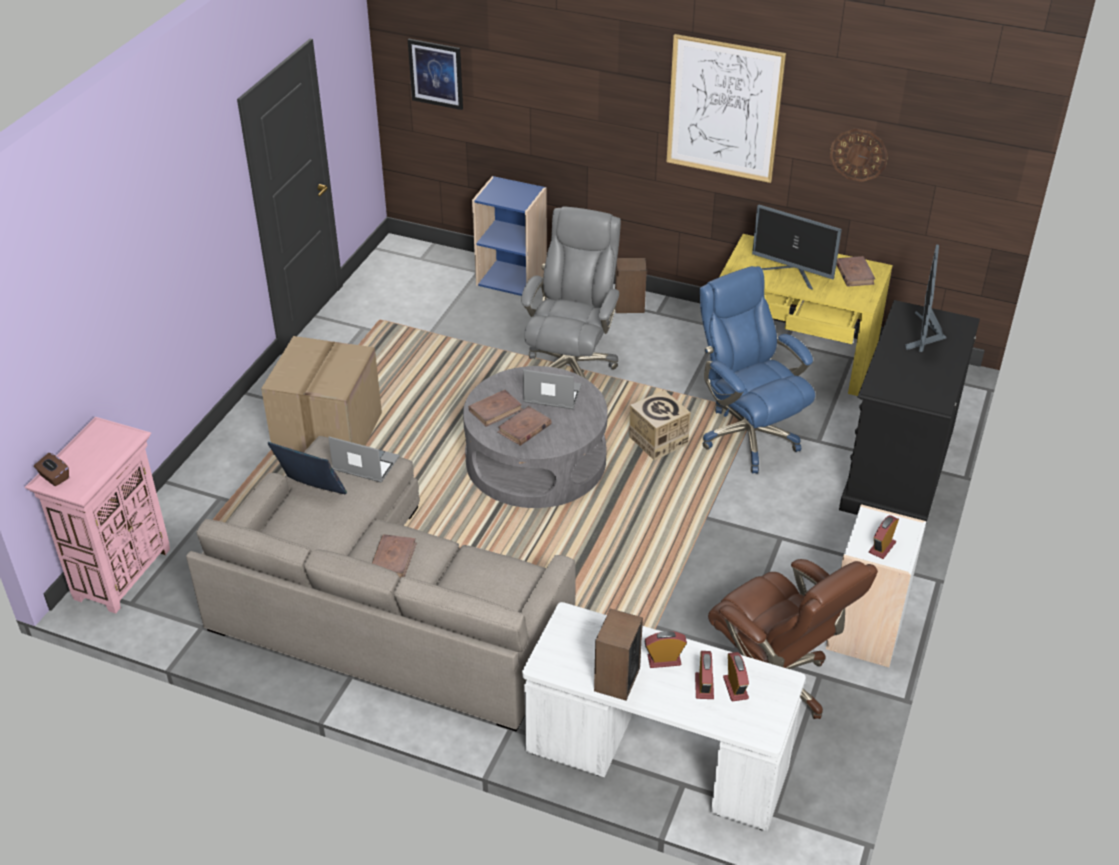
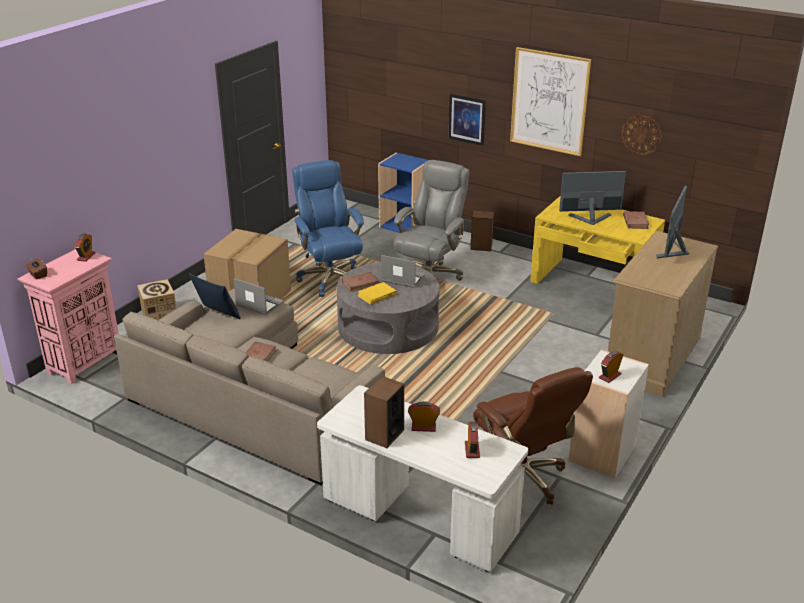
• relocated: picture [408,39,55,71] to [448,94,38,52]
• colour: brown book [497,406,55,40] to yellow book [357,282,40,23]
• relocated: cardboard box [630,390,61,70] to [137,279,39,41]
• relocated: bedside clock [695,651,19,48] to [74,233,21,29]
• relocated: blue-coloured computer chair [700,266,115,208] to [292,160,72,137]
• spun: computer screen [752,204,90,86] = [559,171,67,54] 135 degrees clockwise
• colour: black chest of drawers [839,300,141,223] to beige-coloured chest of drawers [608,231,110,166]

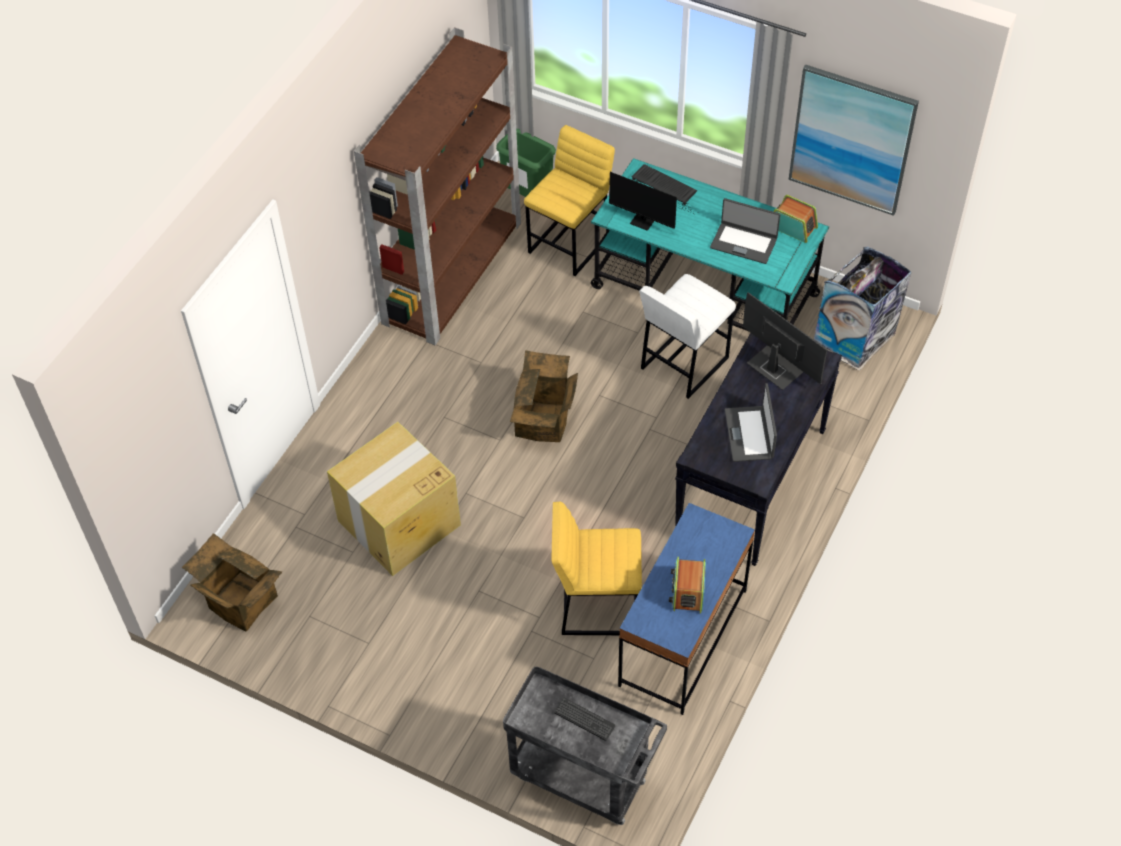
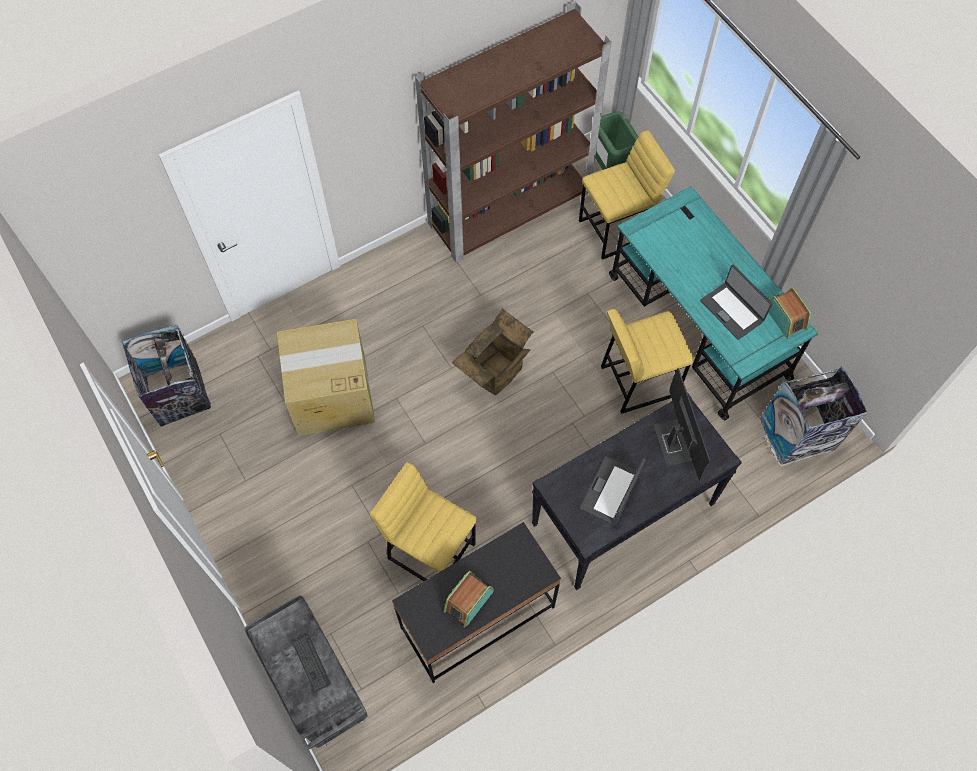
• exchanged: cardboard box [182,533,100,98] to rubbish bin [122,325,89,101]
• missing: computer screen [609,172,87,59]
• colour: blue-coloured desk [618,503,137,212] to black desk [392,522,169,161]
• missing: keyboard [631,164,67,41]
• colour: whitish chair [639,274,97,125] to yellow chair [601,309,92,105]
• missing: picture [788,64,131,152]

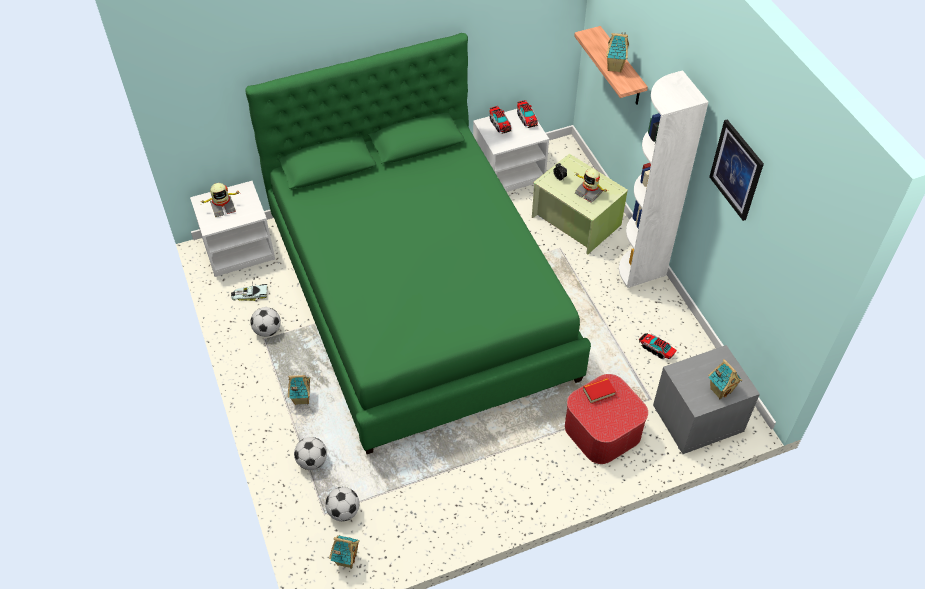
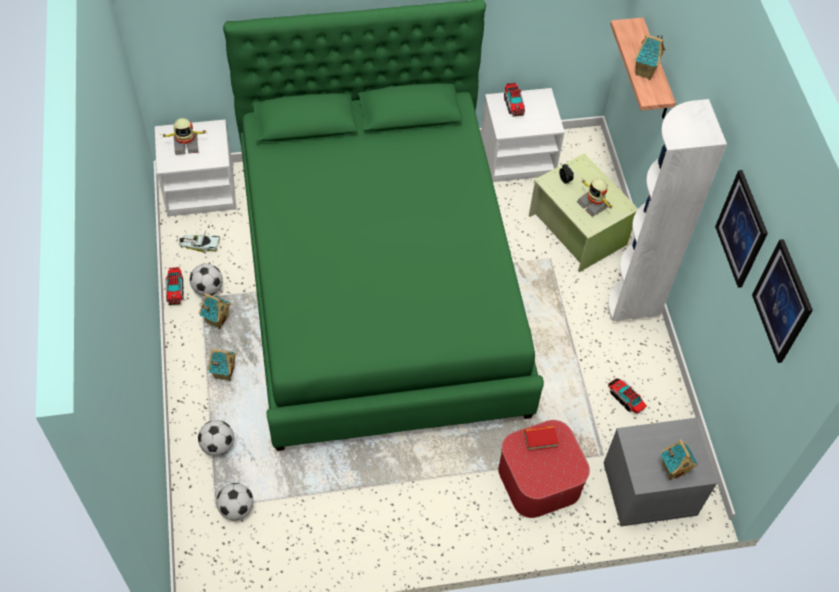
• relocated: toy house [329,536,31,33] to [199,293,32,36]
• relocated: toy lorry [517,100,21,28] to [166,267,18,38]
• appeared: picture [752,239,61,124]

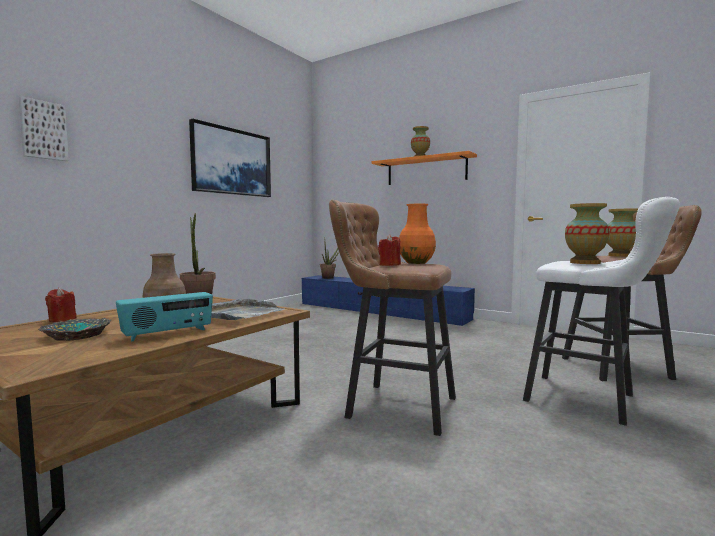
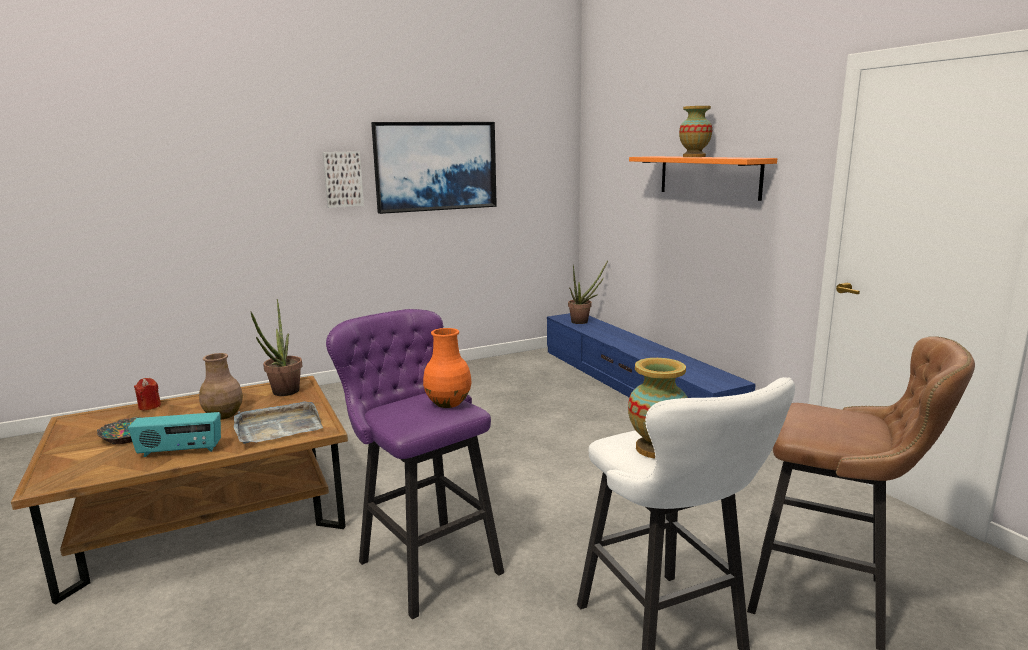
• relocated: picture [19,96,50,65] to [323,151,41,57]
• colour: brown stool [329,199,127,237] to purple stool [326,309,178,311]
• missing: red-coloured wax light [378,234,23,32]
• missing: decorative vase [607,209,31,48]

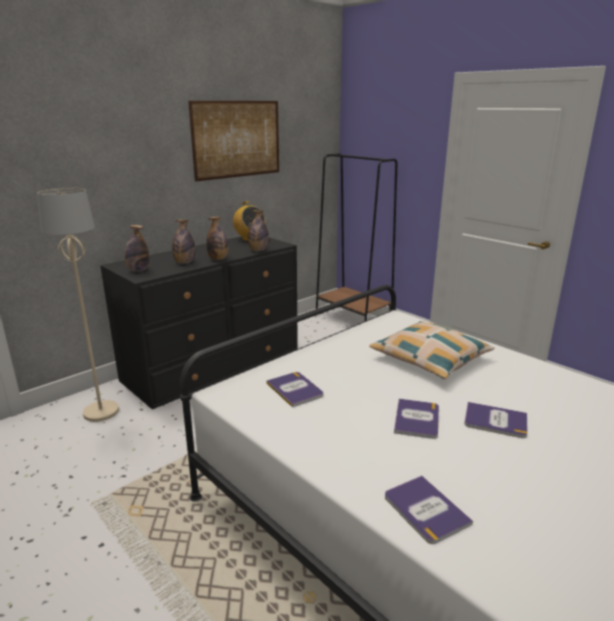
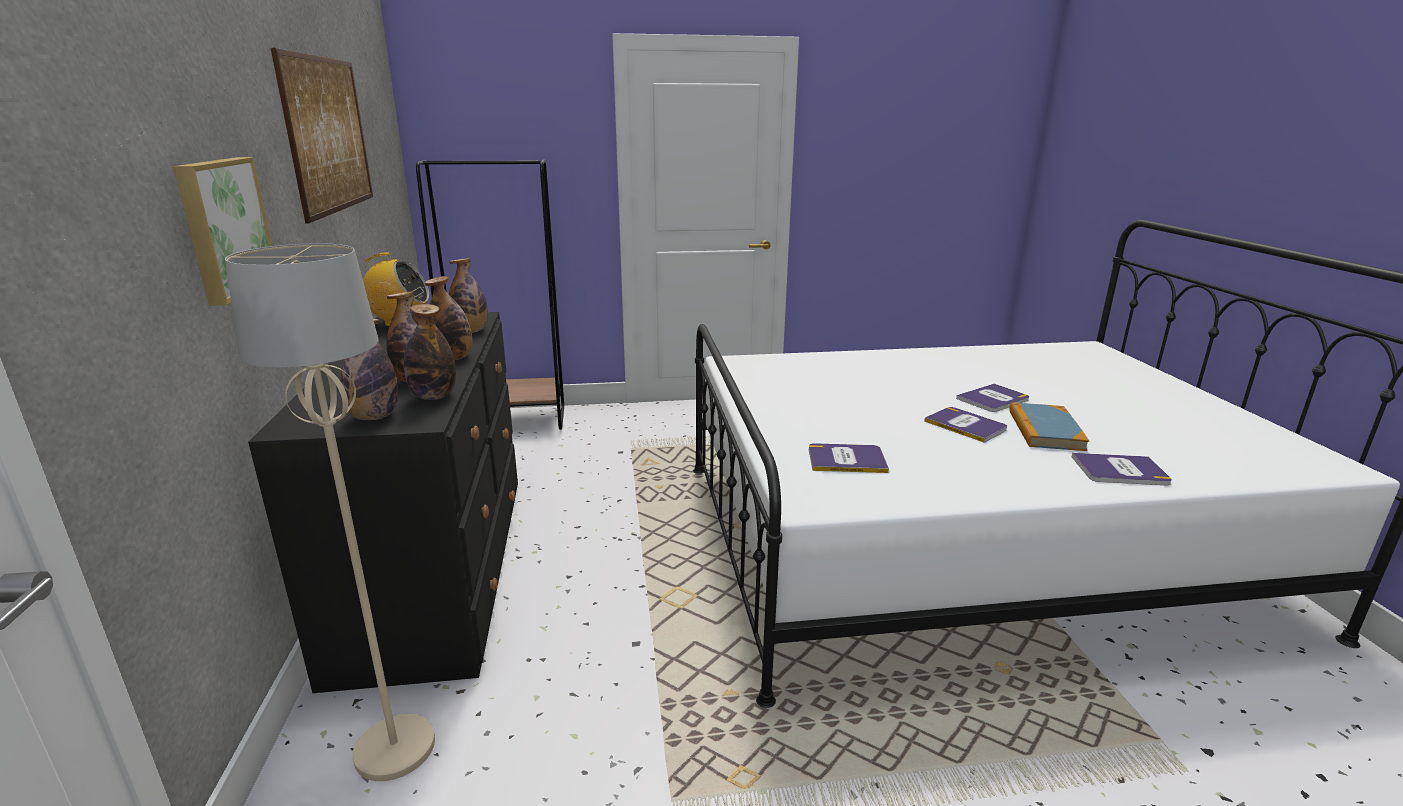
• missing: throw pillow [369,321,125,58]
• appeared: picture [173,157,99,149]
• appeared: bottle [404,304,52,96]
• appeared: book [1009,402,80,49]

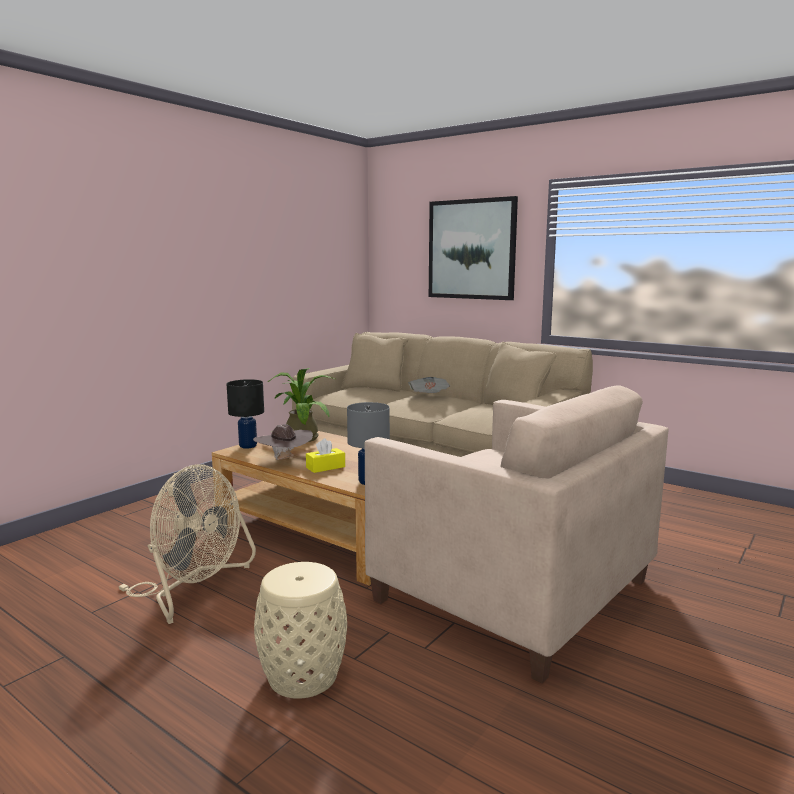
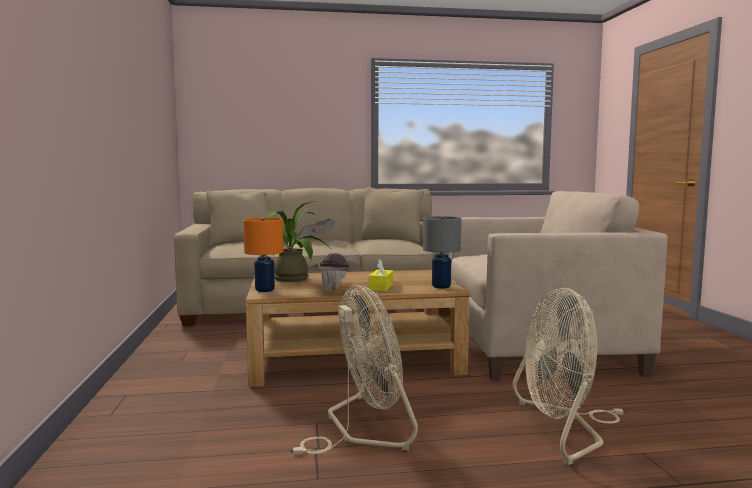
• colour: black tabletop lamp [227,379,37,70] to orange tabletop lamp [243,217,41,75]
• exchanged: beige-coloured stool [254,562,93,137] to beige-coloured fan [513,288,113,177]
• missing: picture [429,196,89,104]

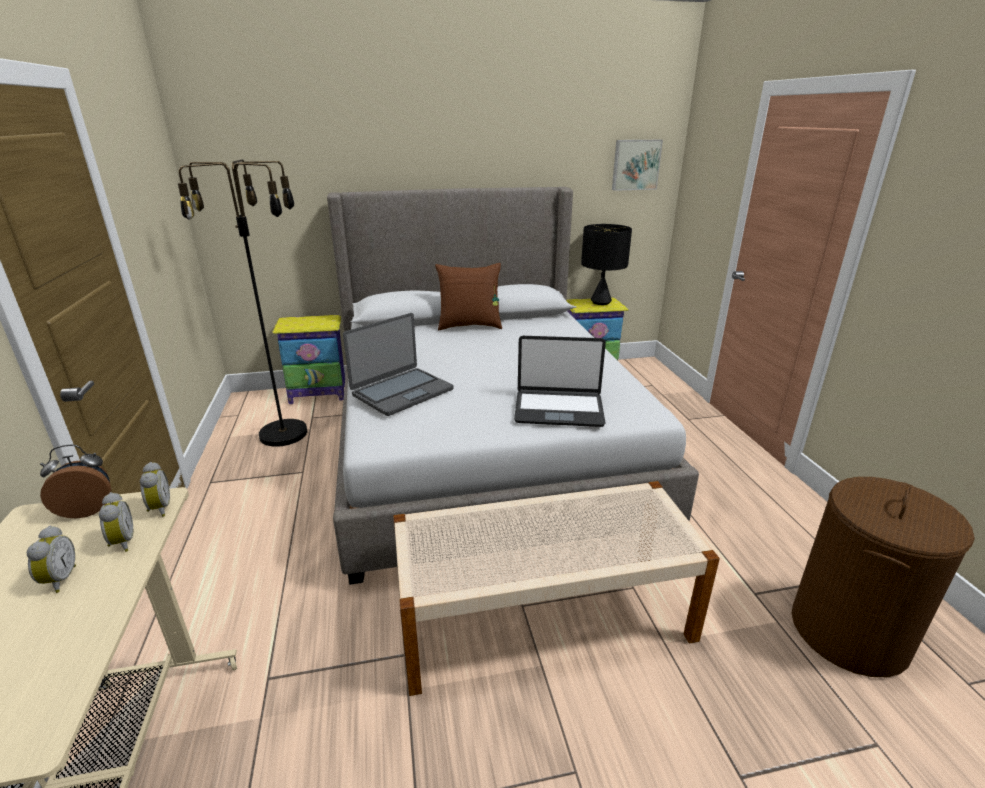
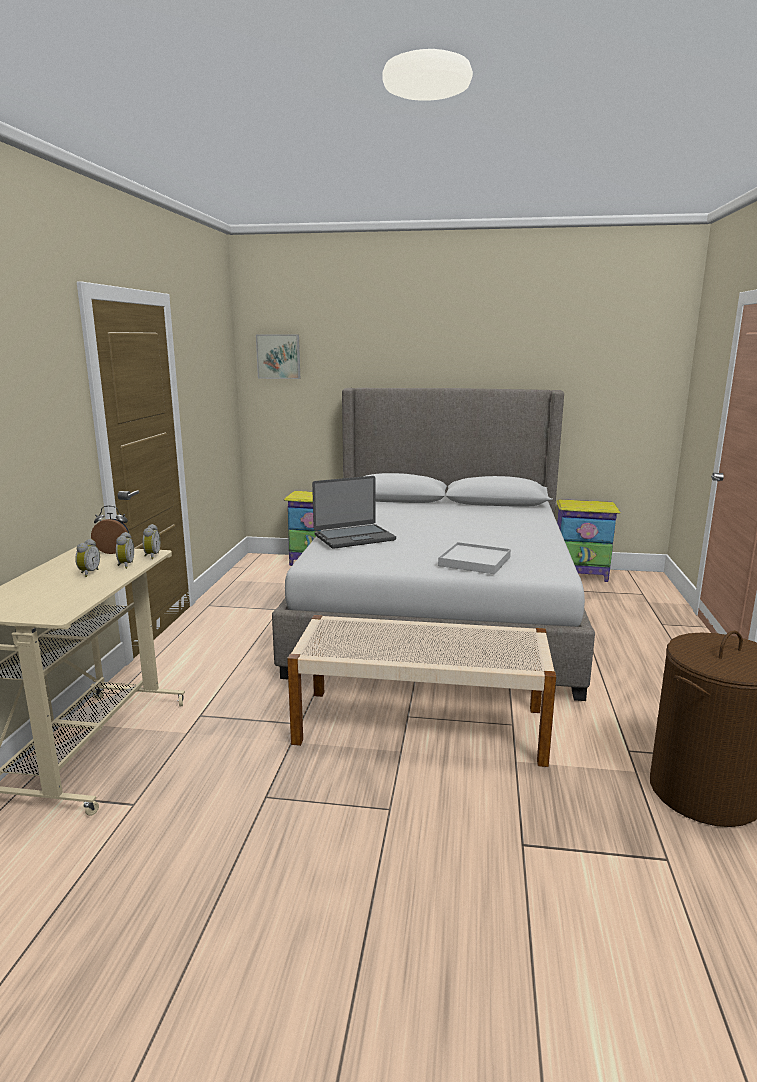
• missing: floor lamp [178,159,129,288]
• missing: brown throw pillow [435,263,67,67]
• exchanged: portable computer [514,336,92,91] to whitish serving tray [438,542,73,32]
• missing: black tabletop lamp [581,224,51,81]
• relocated: picture [612,140,51,51] to [256,334,44,45]

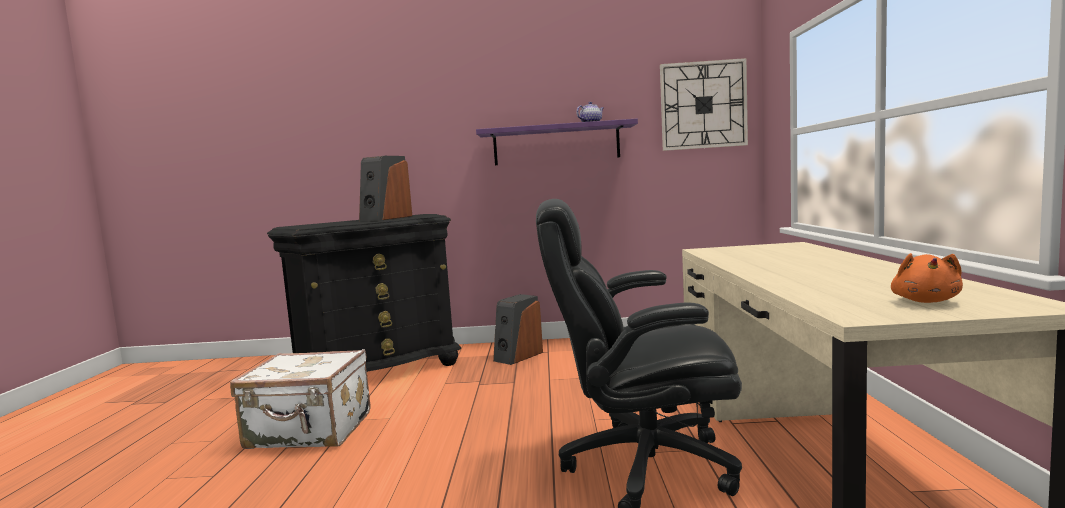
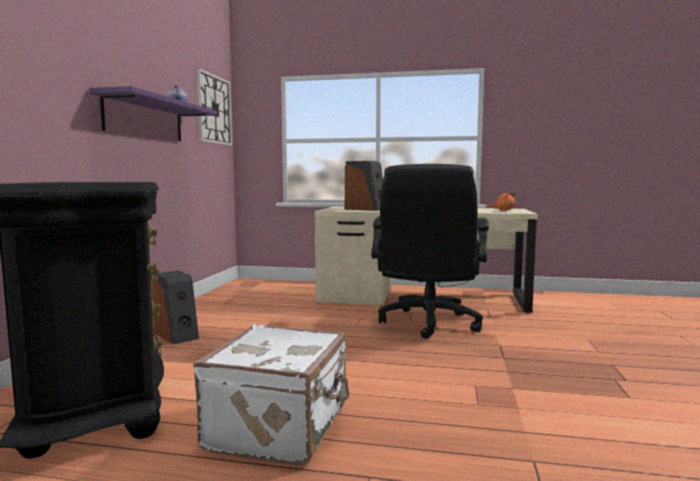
• relocated: speaker [359,156,53,65] to [345,161,38,50]

